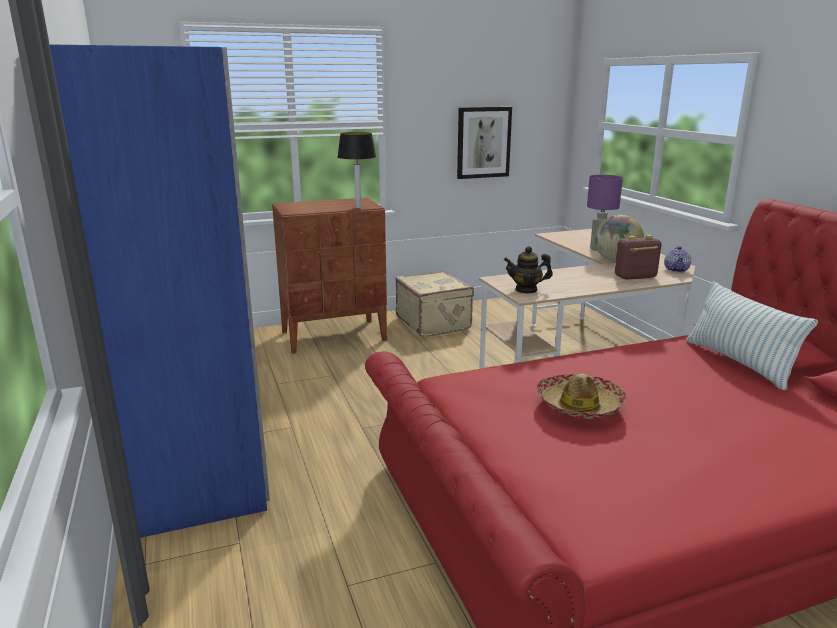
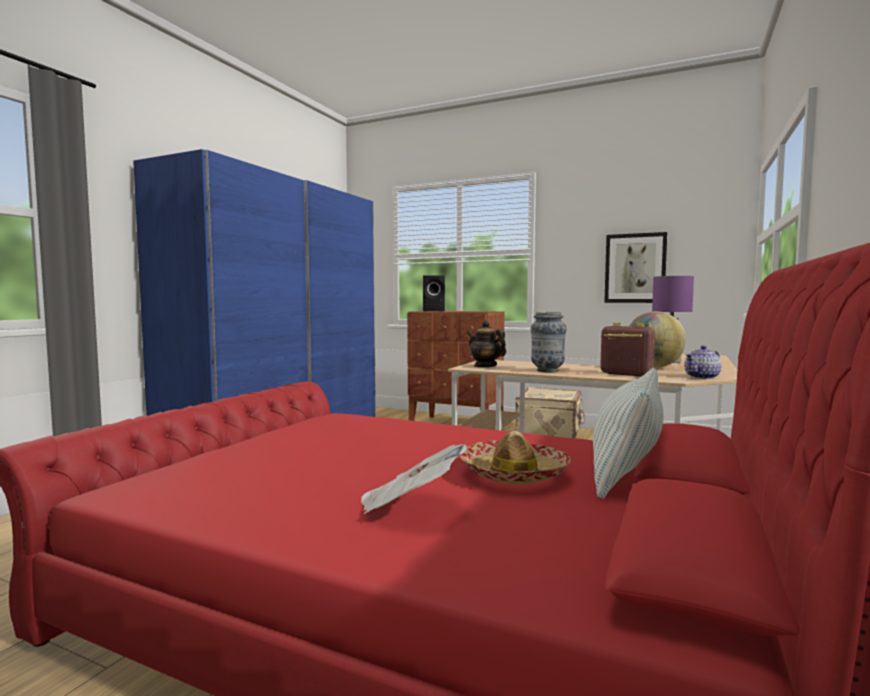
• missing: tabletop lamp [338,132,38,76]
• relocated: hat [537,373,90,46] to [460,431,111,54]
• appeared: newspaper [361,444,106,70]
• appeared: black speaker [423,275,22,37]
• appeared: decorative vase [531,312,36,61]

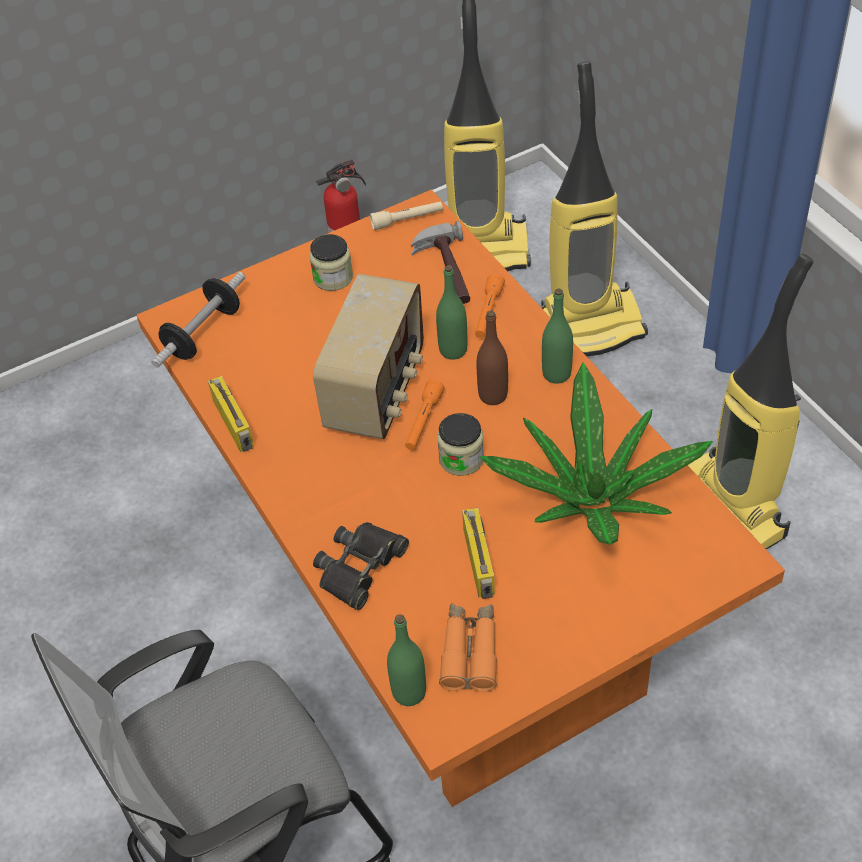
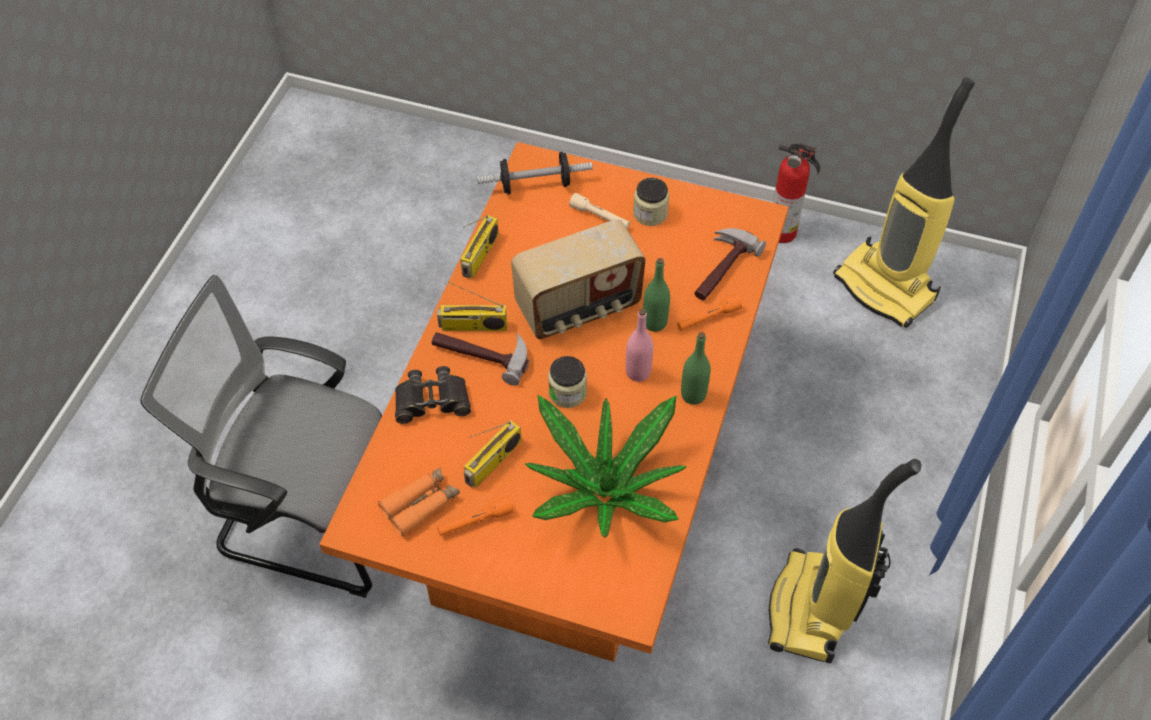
• relocated: beige-coloured flashlight [370,201,73,29] to [569,193,61,36]
• missing: green bottle [387,614,39,92]
• relocated: orange flashlight [405,379,40,71] to [437,496,76,40]
• colour: brown bottle [477,310,31,95] to pink-coloured bottle [626,309,27,73]
• missing: vacuum [541,61,107,295]
• appeared: hammer [432,332,97,54]
• appeared: radio set [437,282,70,49]

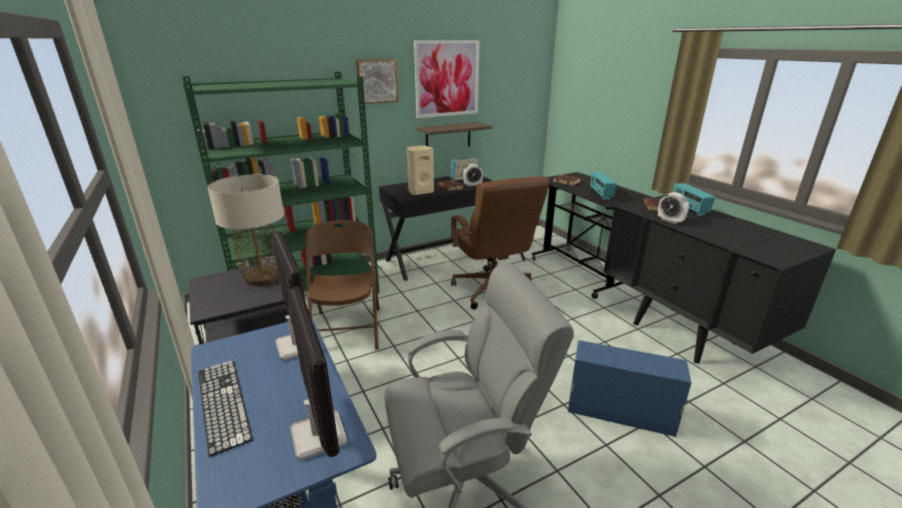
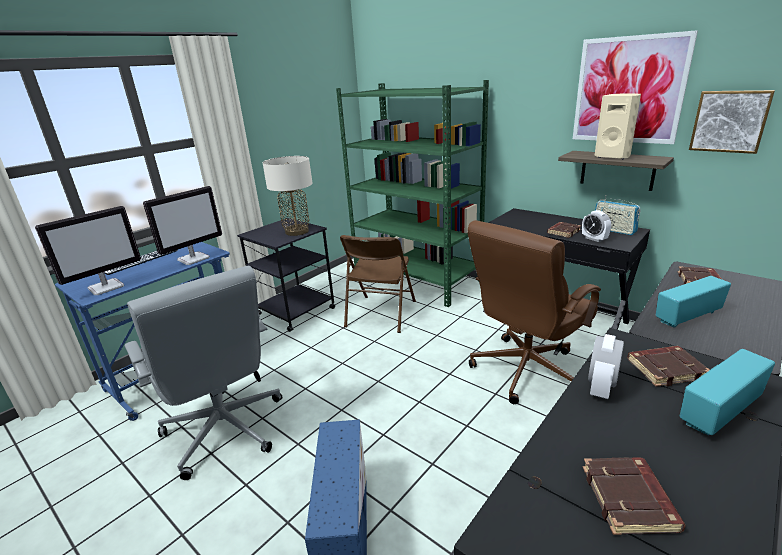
• spun: brown chair [305,220,75,130] = [340,235,76,98] 135 degrees clockwise
• relocated: picture [356,59,43,45] to [689,90,86,64]
• relocated: beige-coloured speaker [407,146,27,49] to [594,93,47,66]
• appeared: brown book [583,457,103,78]

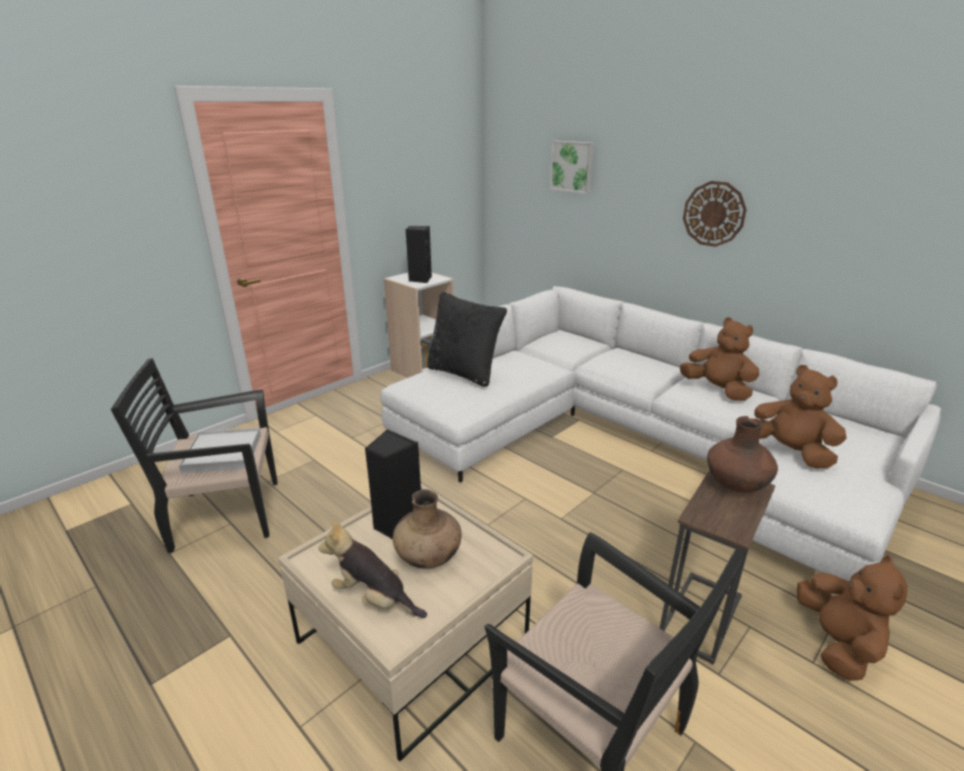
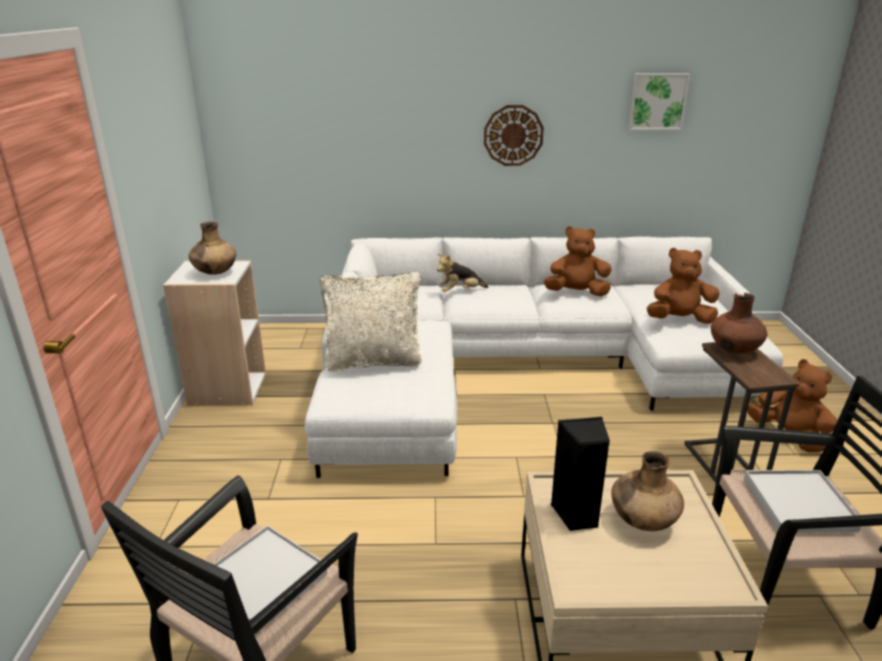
• relocated: cuddly toy [318,520,109,98] to [437,254,51,38]
• exchanged: black speaker [406,226,26,57] to brown decorative vase [189,222,47,53]
• colour: black throw pillow [427,292,80,96] to beige-coloured throw pillow [320,271,102,101]
• relocated: picture [550,141,44,53] to [628,73,62,57]
• appeared: whitish serving tray [744,470,118,63]

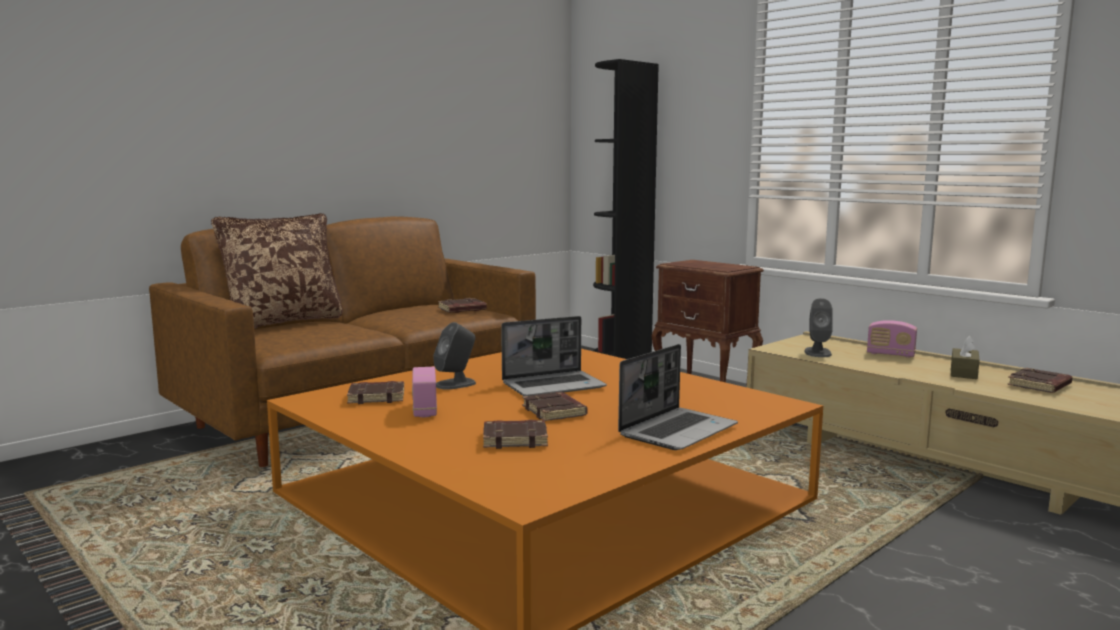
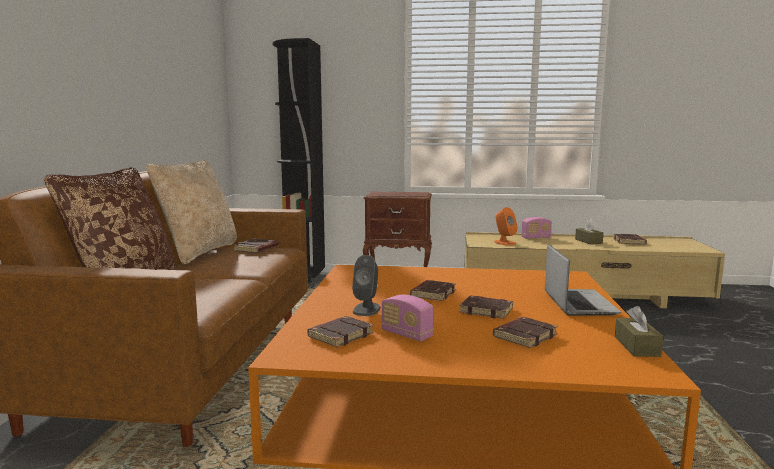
• exchanged: portable computer [501,316,106,80] to brown book [410,280,46,21]
• colour: greyish speaker [805,298,28,59] to orange speaker [494,207,24,39]
• appeared: beige-coloured throw pillow [146,159,91,105]
• appeared: brown box of tissues [615,306,48,51]

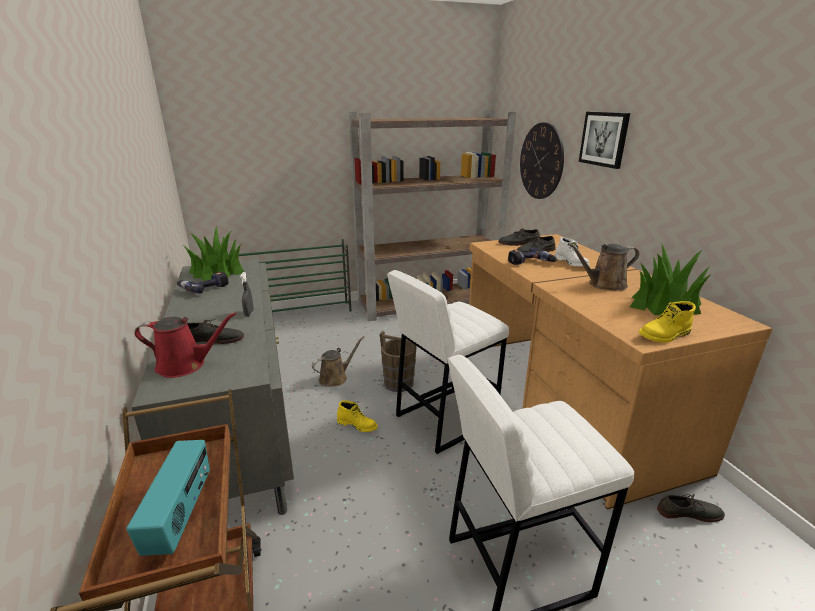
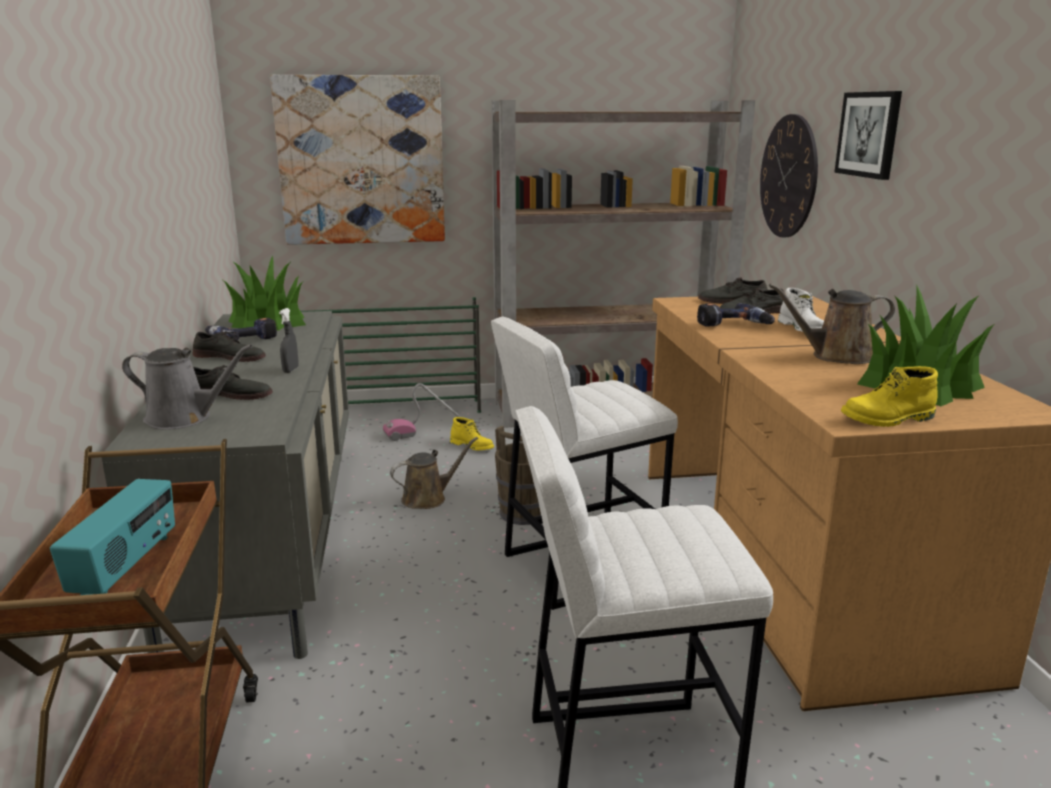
• colour: red-coloured watering can [134,312,103,66] to greyish watering can [122,344,131,86]
• relocated: yellow boot [337,400,41,32] to [450,417,44,33]
• relocated: greyish shoe [657,494,68,28] to [193,331,73,31]
• appeared: picture [270,75,175,170]
• appeared: vacuum [383,383,78,58]

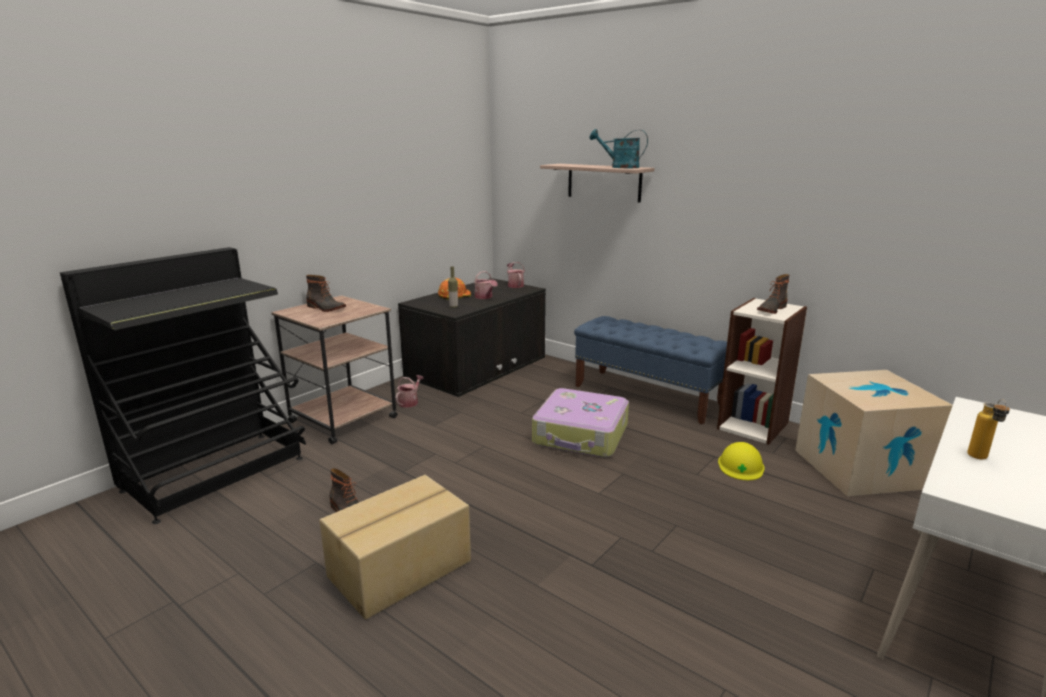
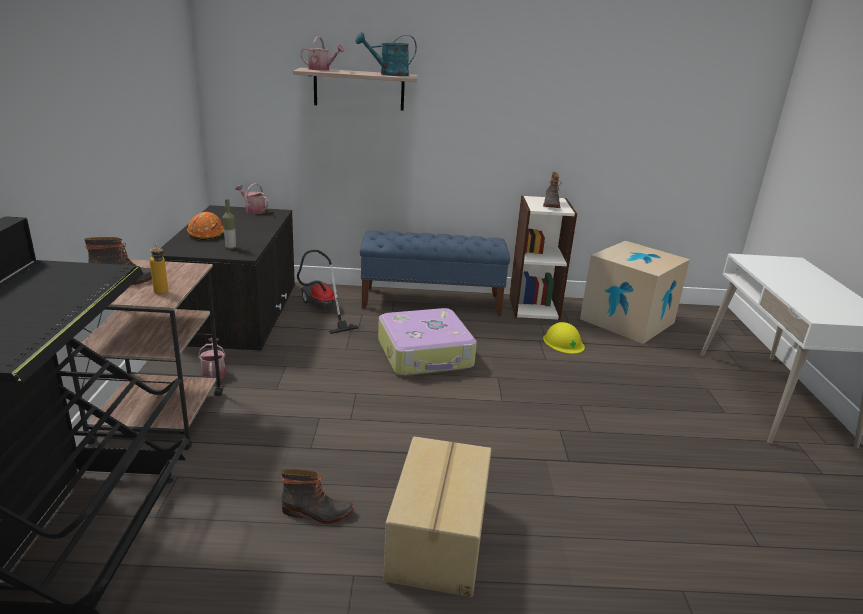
• relocated: watering can [474,271,24,28] to [300,37,45,33]
• relocated: bottle [967,399,43,60] to [149,244,19,50]
• appeared: vacuum [297,250,62,84]

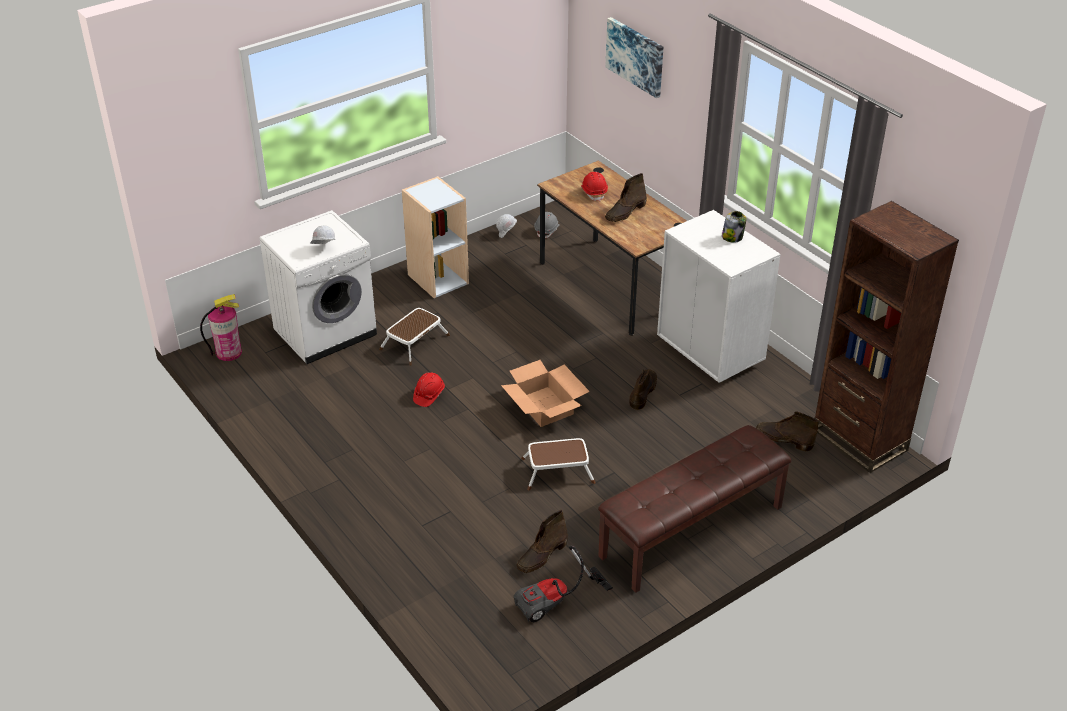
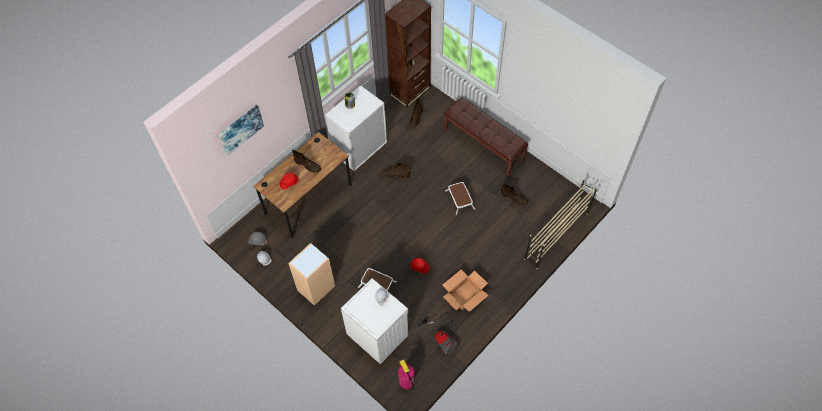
• relocated: cardboard box [501,360,89,67] to [442,269,47,43]
• relocated: vacuum [514,545,99,77] to [416,312,43,43]
• appeared: beige-coloured shoe stand [524,179,73,90]

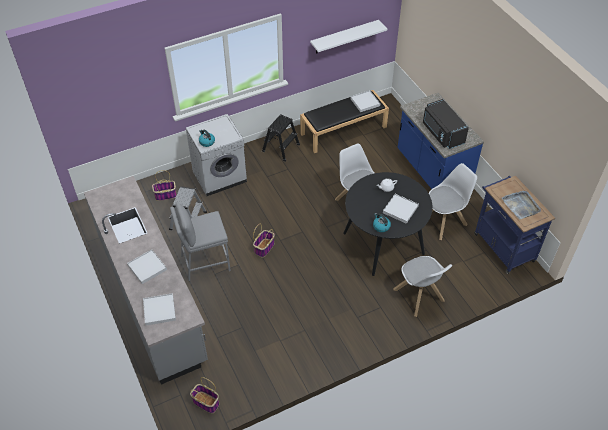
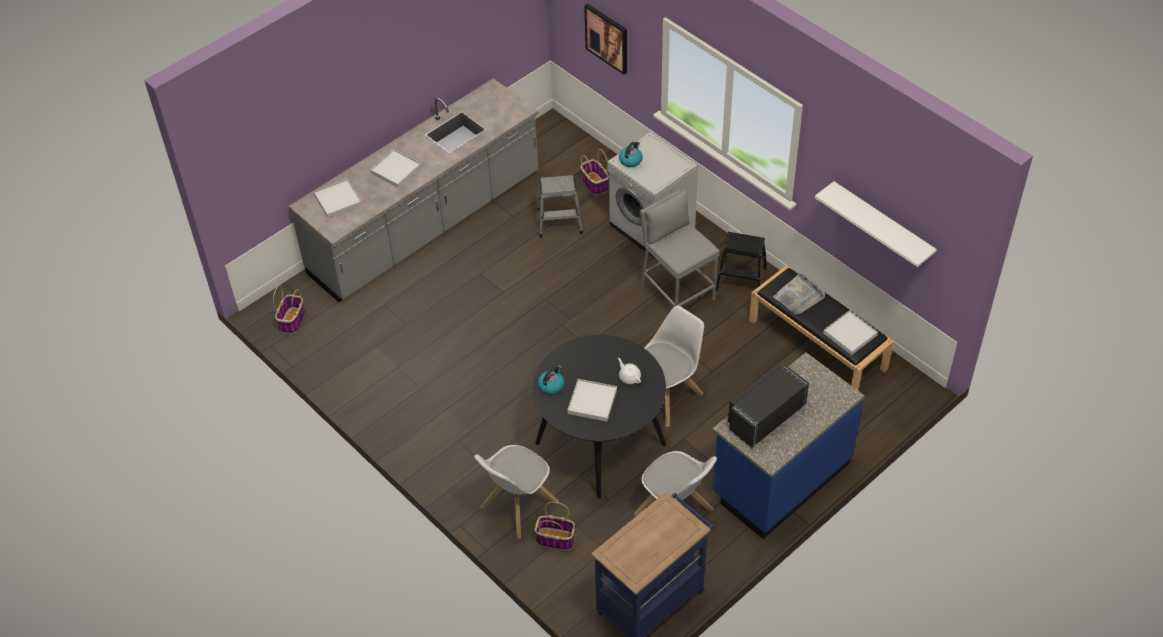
• relocated: greyish stool [170,202,61,79] to [640,190,80,117]
• relocated: basket [253,224,22,33] to [534,502,41,48]
• relocated: greyish serving tray [502,191,39,28] to [773,272,52,43]
• appeared: picture [584,3,43,72]

